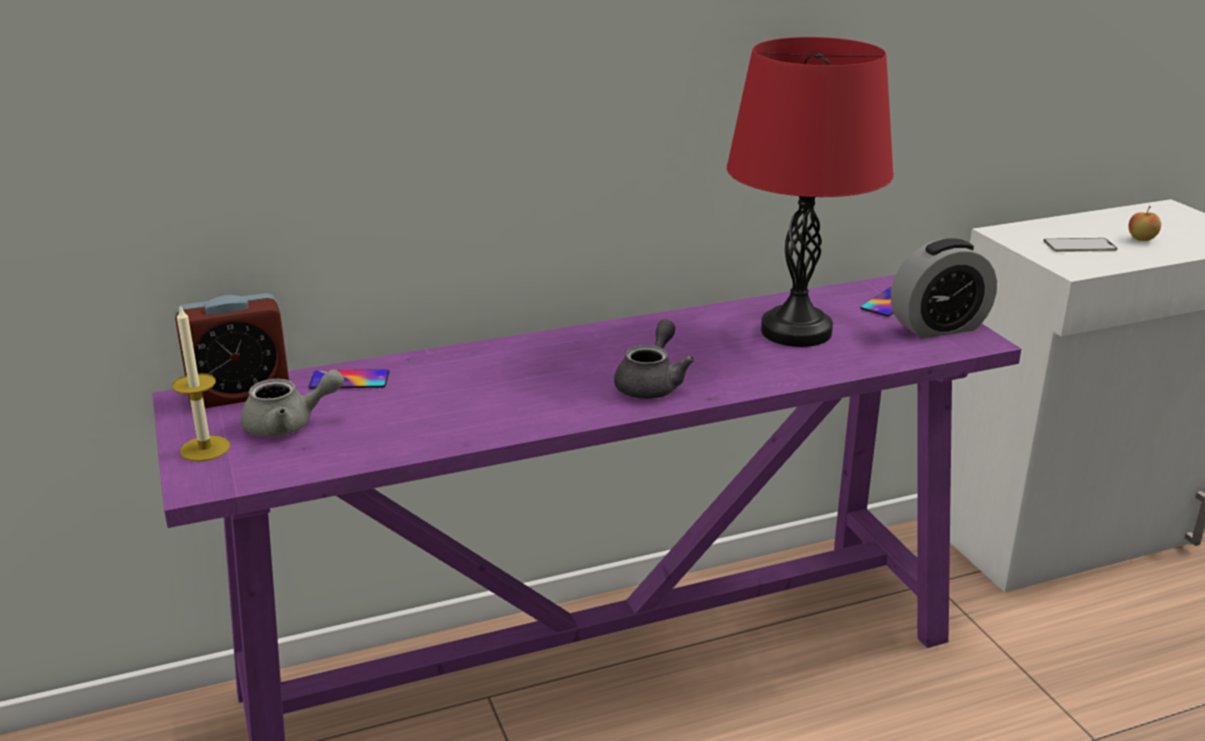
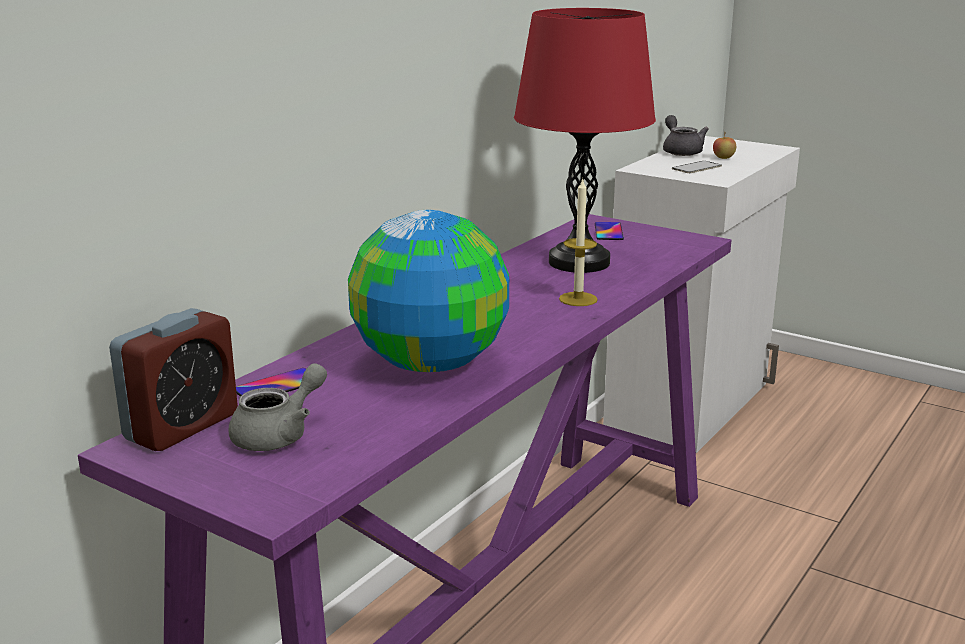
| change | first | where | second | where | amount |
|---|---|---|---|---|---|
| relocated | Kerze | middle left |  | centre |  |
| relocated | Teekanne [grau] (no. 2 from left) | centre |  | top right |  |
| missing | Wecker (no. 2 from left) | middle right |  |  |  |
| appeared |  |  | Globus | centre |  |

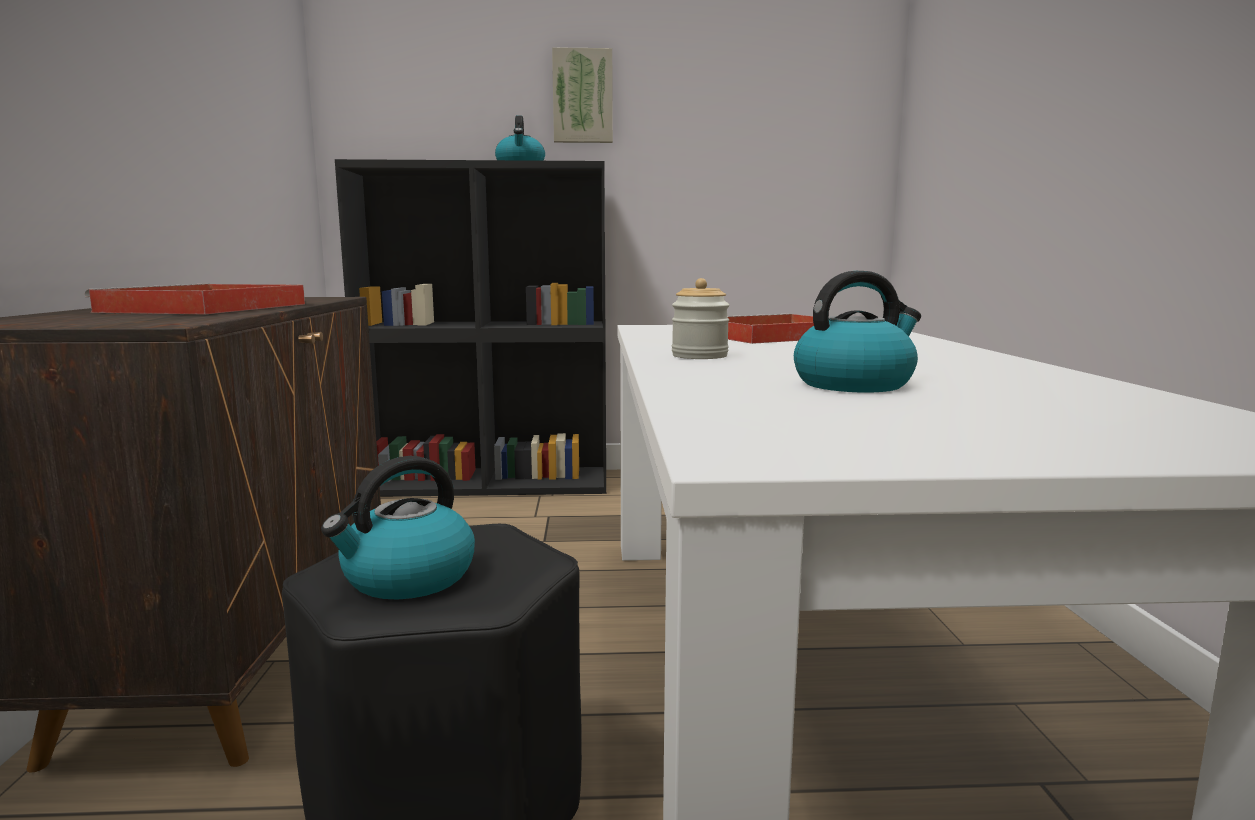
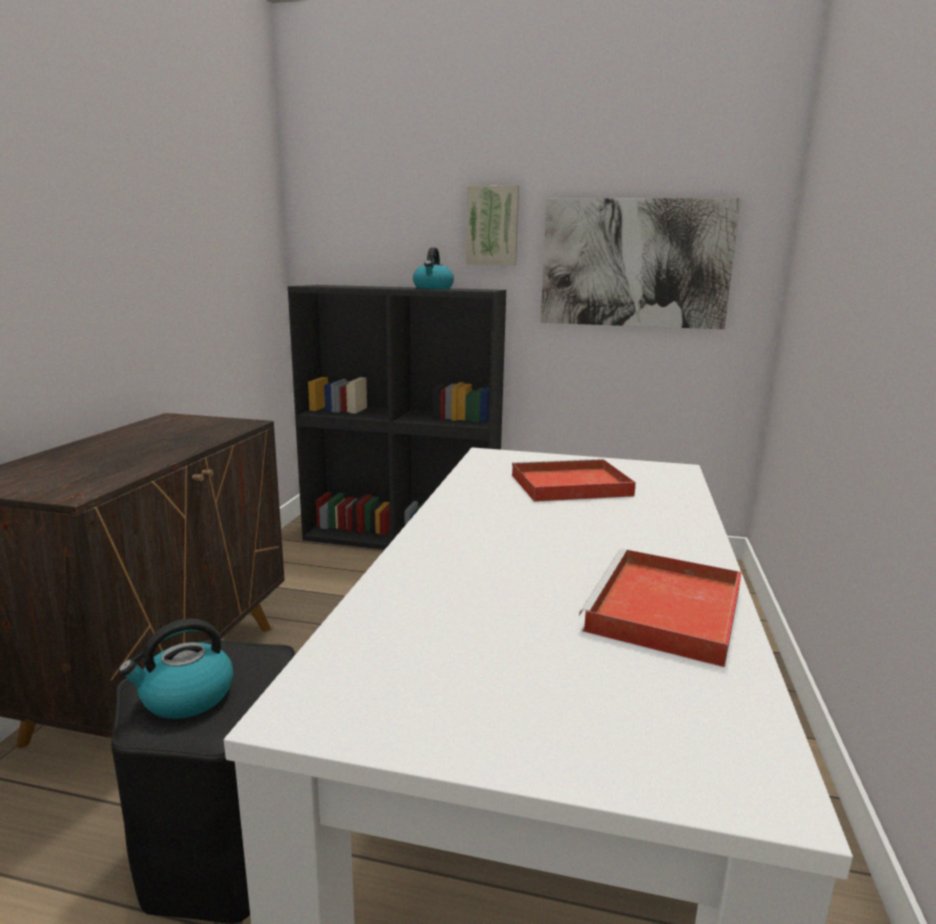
| change | first | where | second | where | amount |
|---|---|---|---|---|---|
| relocated | Tablett [rot] (no. 1 from left in the first image) | middle left | Tablett [rot] (no. 2 from left) | middle right |  |
| missing | Vorratsglas | centre |  |  |  |
| missing | Wasserkessel (no. 3 from left) | middle right |  |  |  |
| appeared |  |  | Bild (no. 2 from left) | top right |  |

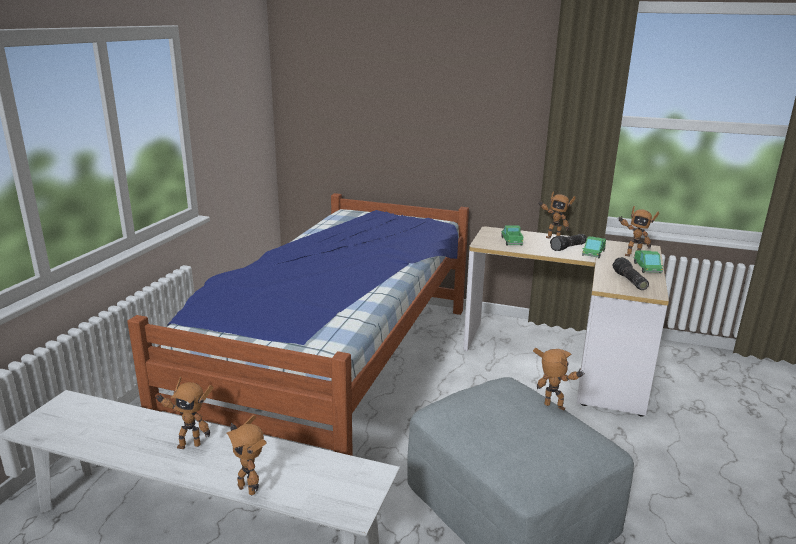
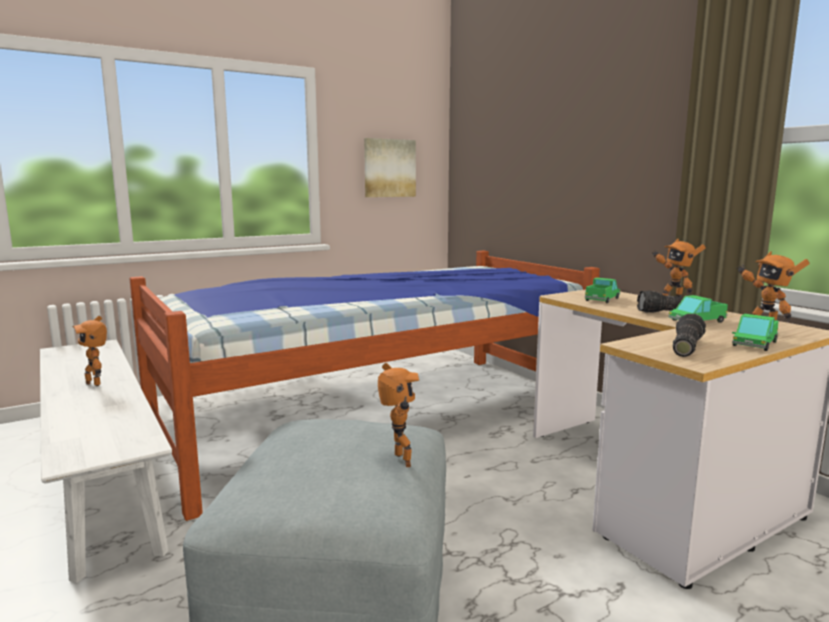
| change | first | where | second | where | amount |
|---|---|---|---|---|---|
| missing | Spielzeugroboter (no. 2 from left) | bottom left |  |  |  |
| appeared |  |  | Bild | top centre |  |

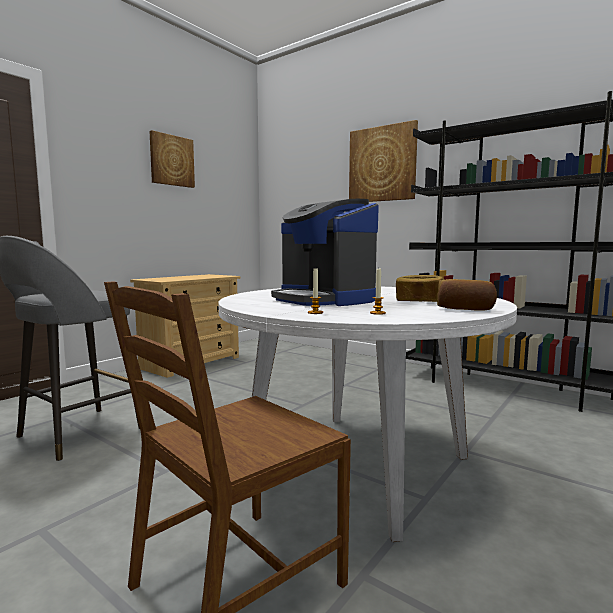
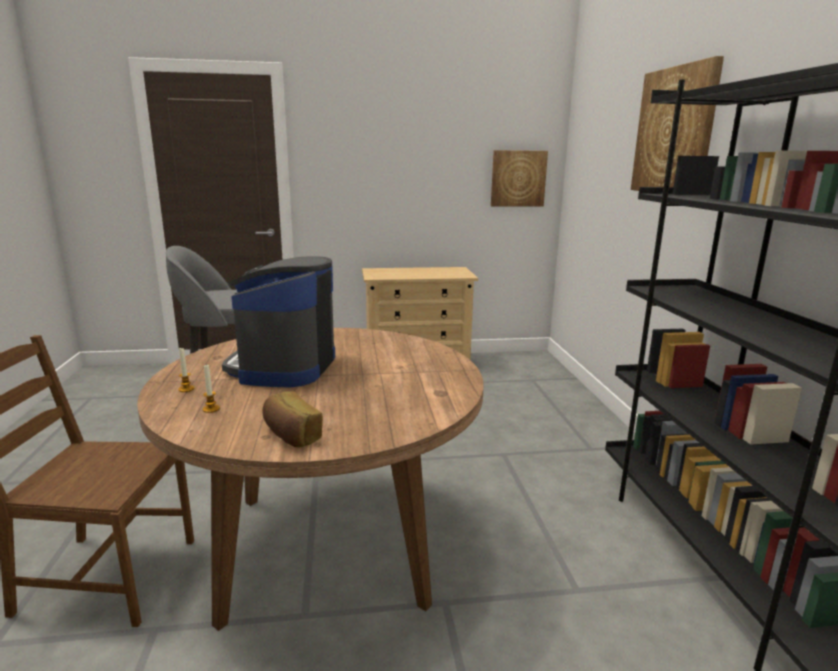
| change | first | where | second | where | amount |
|---|---|---|---|---|---|
| relocated | Bild (no. 1 from left) | top left |  | top centre |  |
| colour | Esstisch [weiß] | bottom centre | Esstisch [braun] | bottom centre |  |
| missing | Brot (no. 1 from left) | middle right |  |  |  |

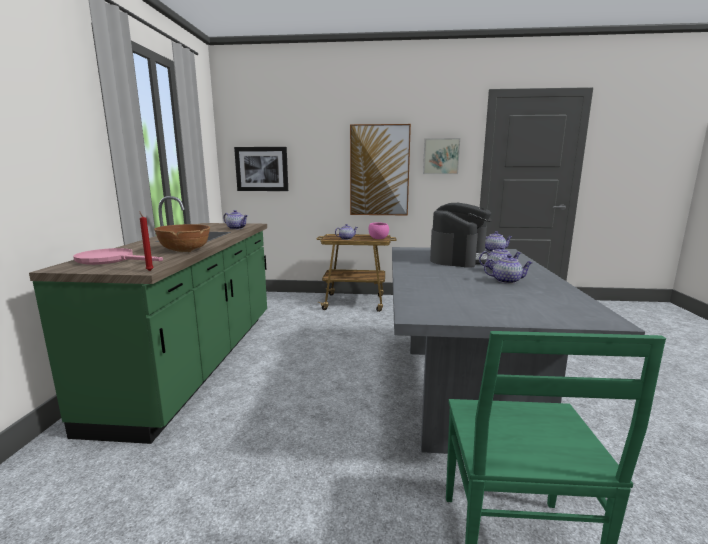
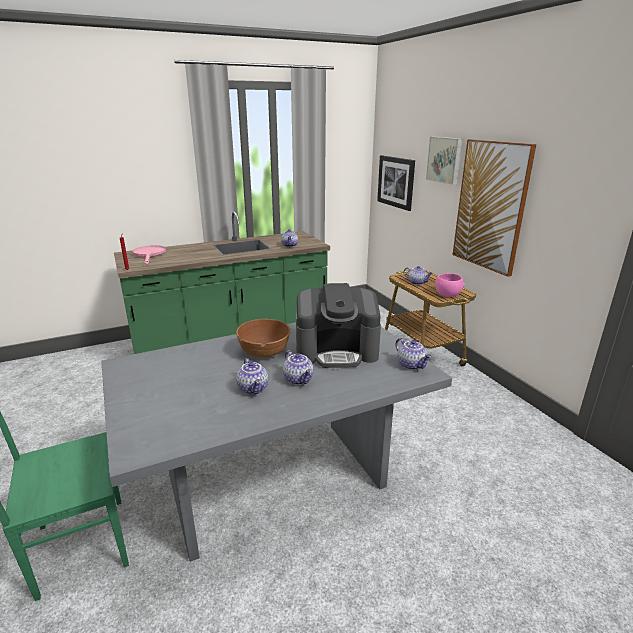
| change | first | where | second | where | amount |
|---|---|---|---|---|---|
| relocated | Schüssel [braun] | middle left |  | centre |  |
| relocated | Bild (no. 3 from left in the first image) | top centre | Bild (no. 2 from left) | top right |  |

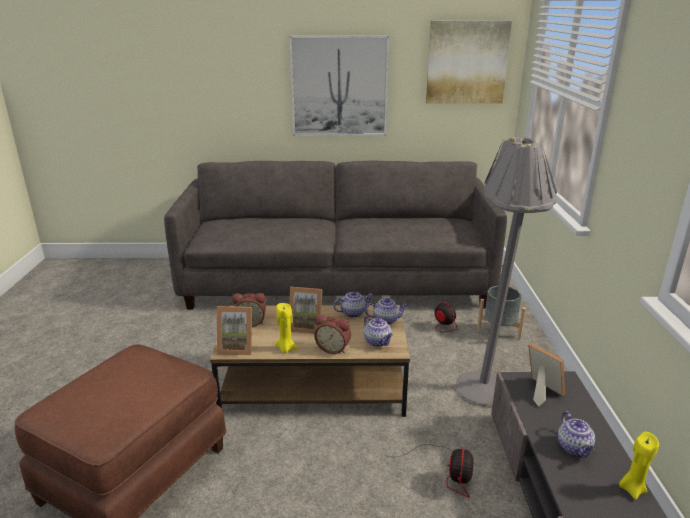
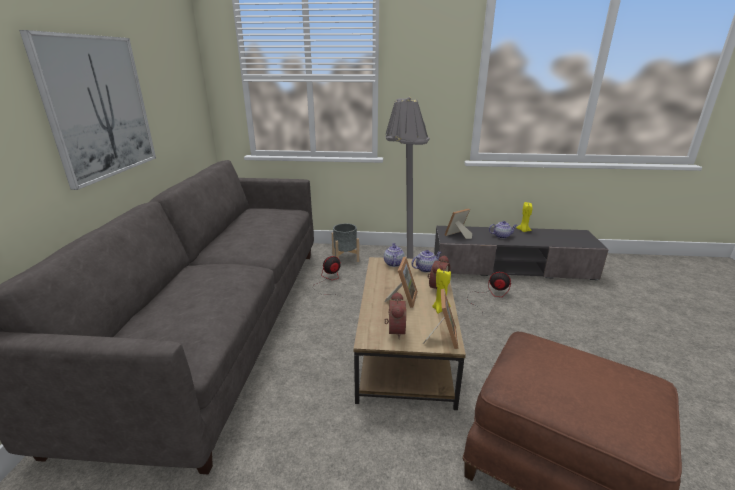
| change | first | where | second | where | amount |
|---|---|---|---|---|---|
| missing | Teekanne (no. 1 from left) | centre |  |  |  |
| missing | Bild (no. 2 from left) | top right |  |  |  |

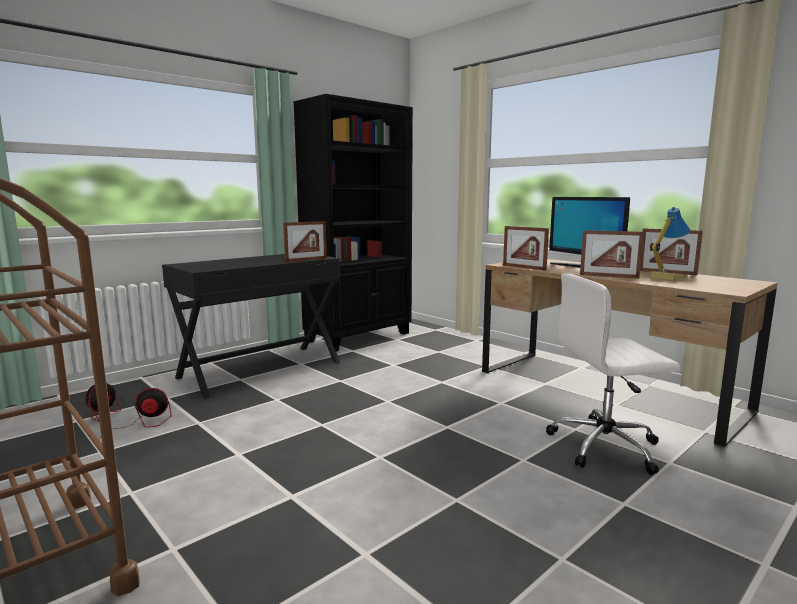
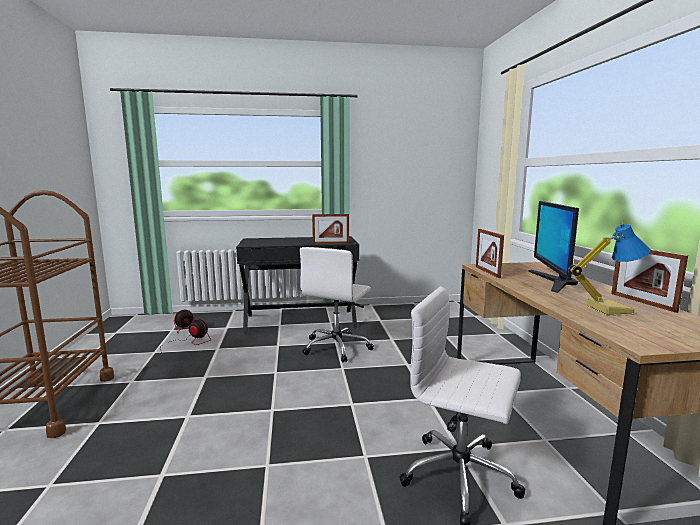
| change | first | where | second | where | amount |
|---|---|---|---|---|---|
| missing | Bücherregal [schwarz] | centre |  |  |  |
| missing | Bilderrahmen (no. 3 from left) | middle right |  |  |  |
| appeared |  |  | Bürostuhl [weiß] (no. 1 from left) | centre |  |

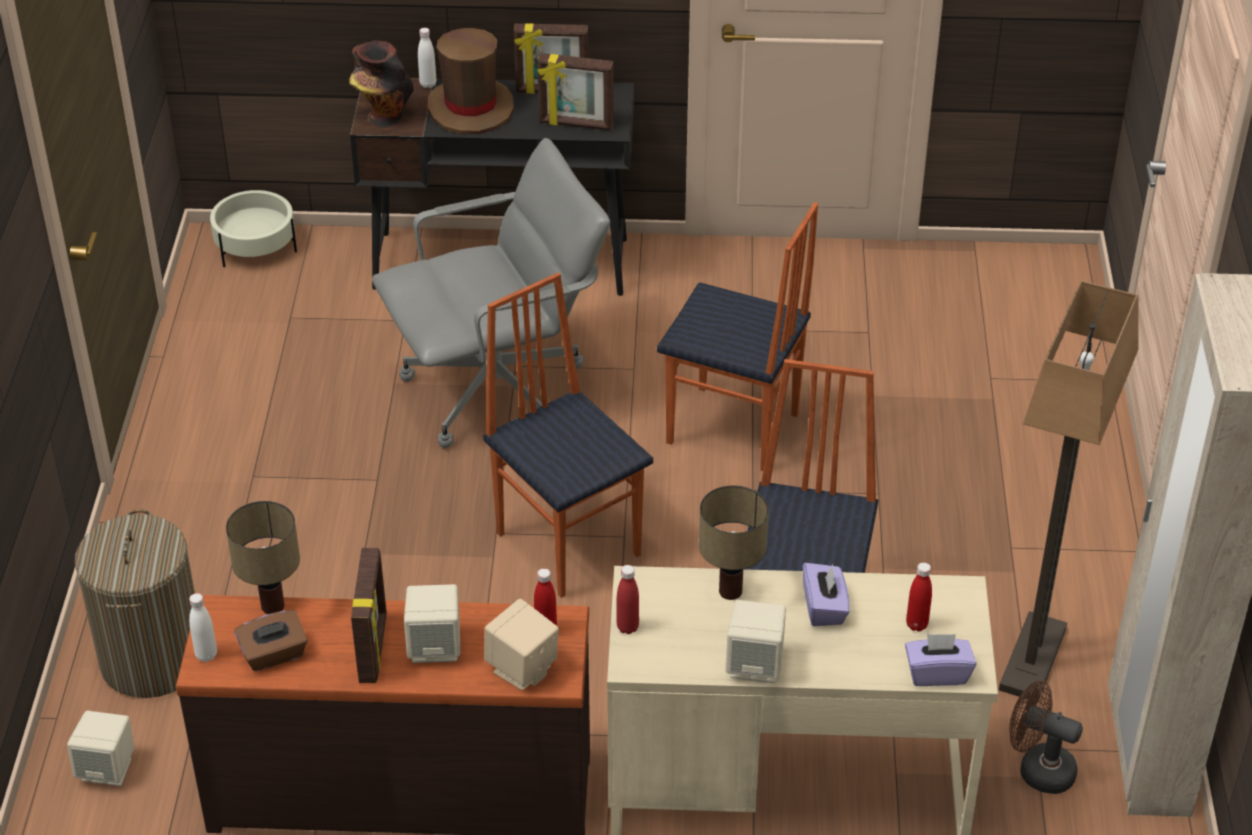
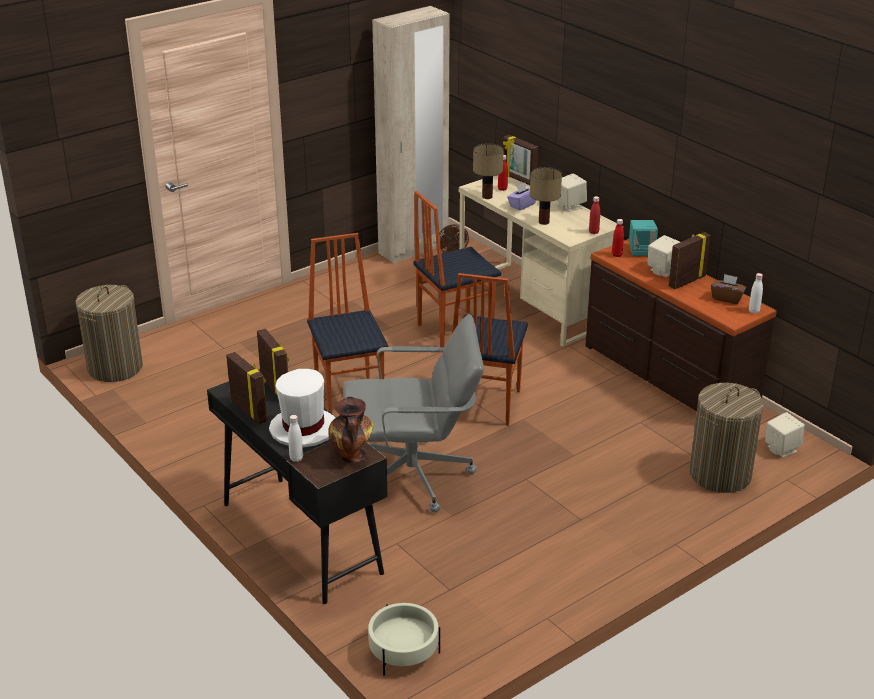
| change | first | where | second | where | amount |
|---|---|---|---|---|---|
| relocated | Tischlampe (no. 1 from left) | bottom left |  | top centre |  |
| spun | Bürostuhl [grau] | centre |  | centre | 150 degrees clockwise |
| colour | Hut [braun] | top centre | Hut [weiß] | centre |  |
| colour | Lautsprecher [beige] (no. 3 from left) | bottom centre | Lautsprecher [türkis] | middle right |  |
| exchanged | Taschentuchbox [lila] (no. 2 from left) | bottom right | Bilderrahmen (no. 3 from left) | top centre |  |
| missing | Stehlampe | middle right |  |  |  |
| appeared |  |  | Wäschekorb (no. 1 from left) | middle left |  |

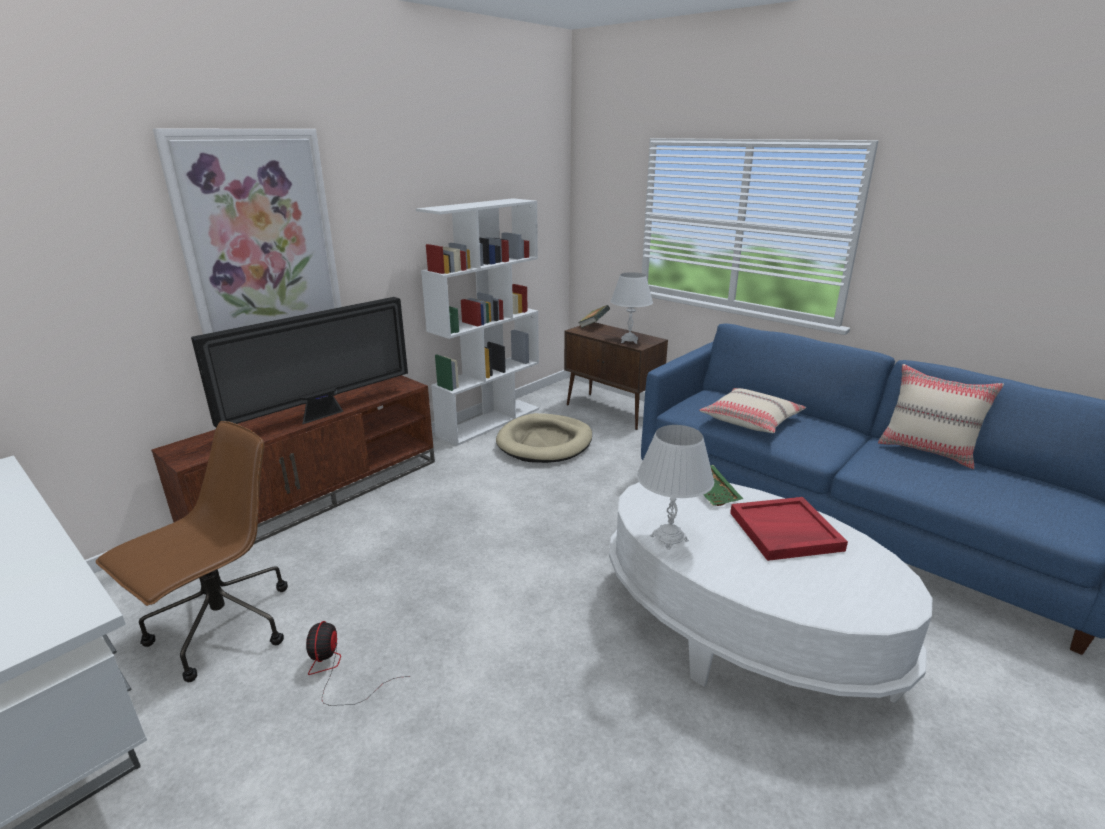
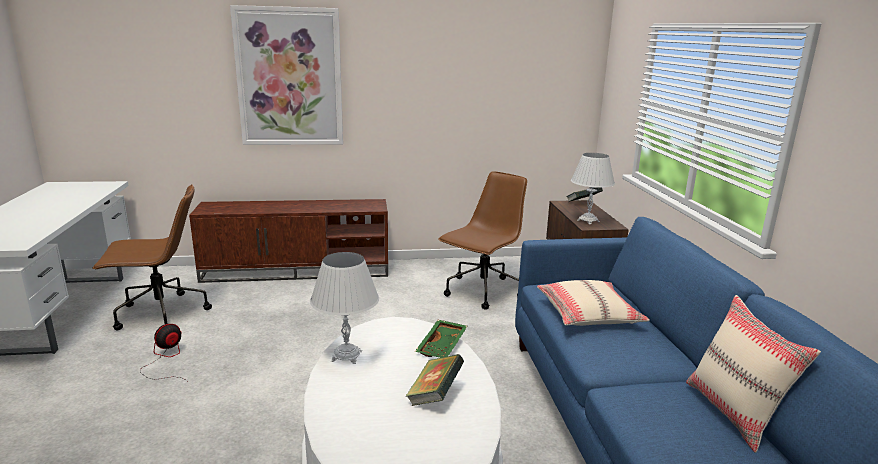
| change | first | where | second | where | amount |
|---|---|---|---|---|---|
| missing | Fernseher | middle left |  |  |  |
| missing | Bücherregal [weiß] | centre |  |  |  |
| exchanged | Hundebett [beige] | centre | Bürostuhl [braun] (no. 2 from left) | centre |  |
| exchanged | Tablett [rot] | middle right | Buch (no. 1 from left) | bottom centre |  |

